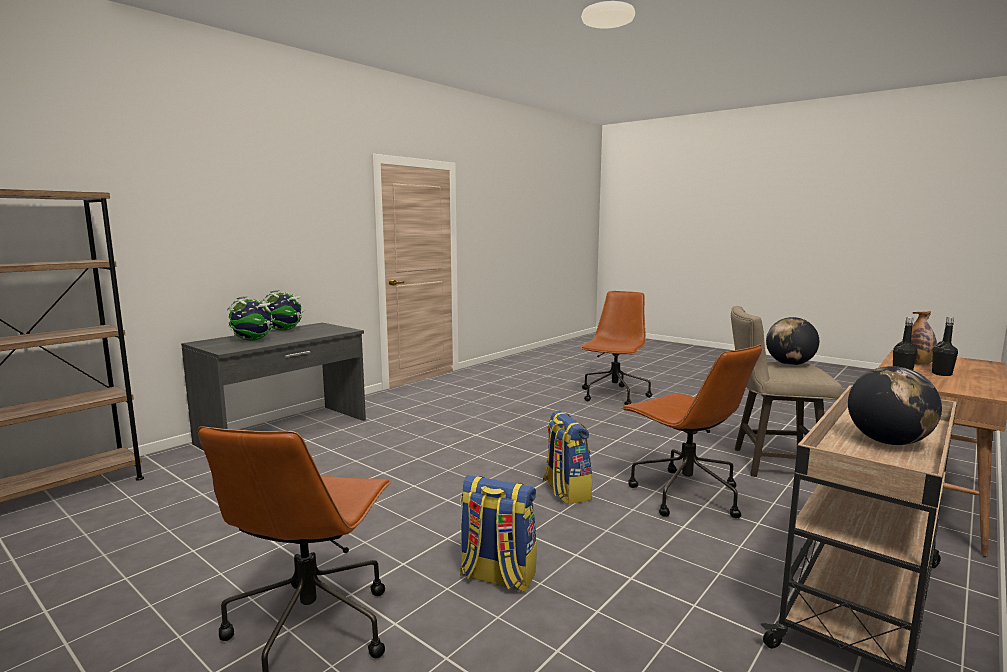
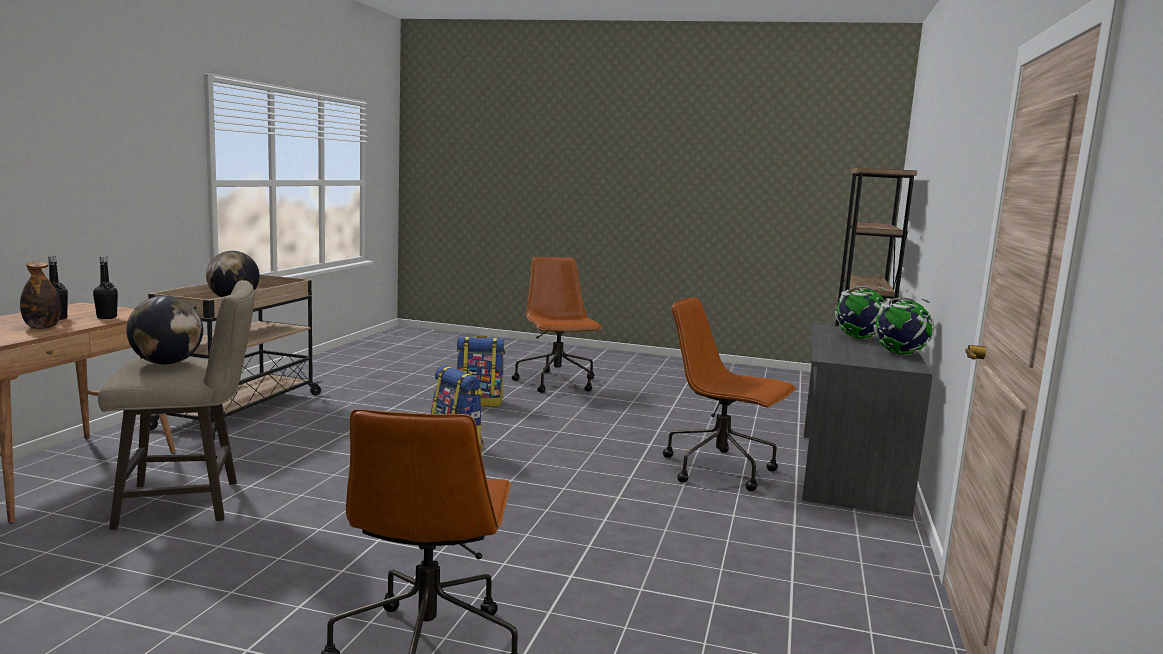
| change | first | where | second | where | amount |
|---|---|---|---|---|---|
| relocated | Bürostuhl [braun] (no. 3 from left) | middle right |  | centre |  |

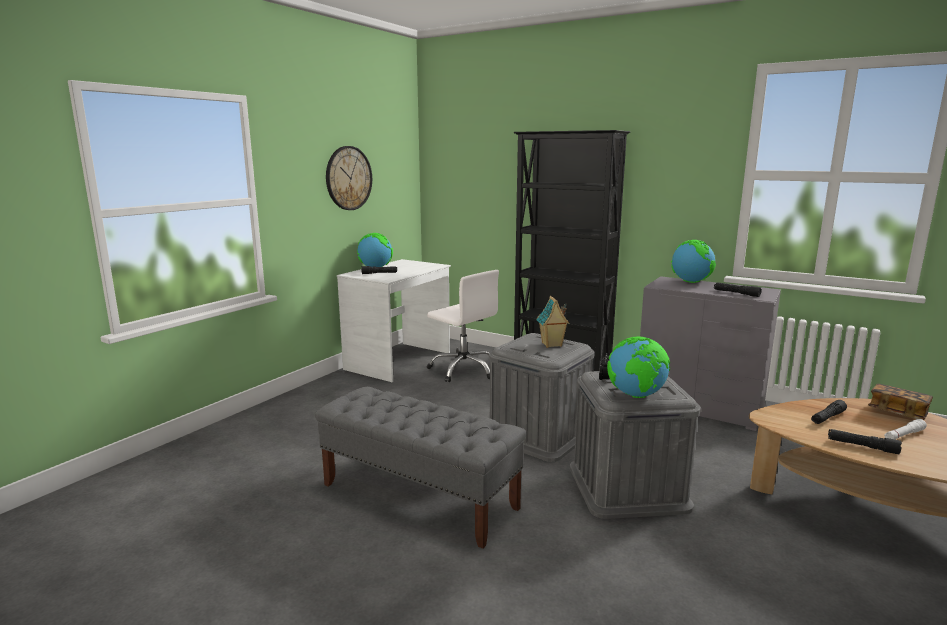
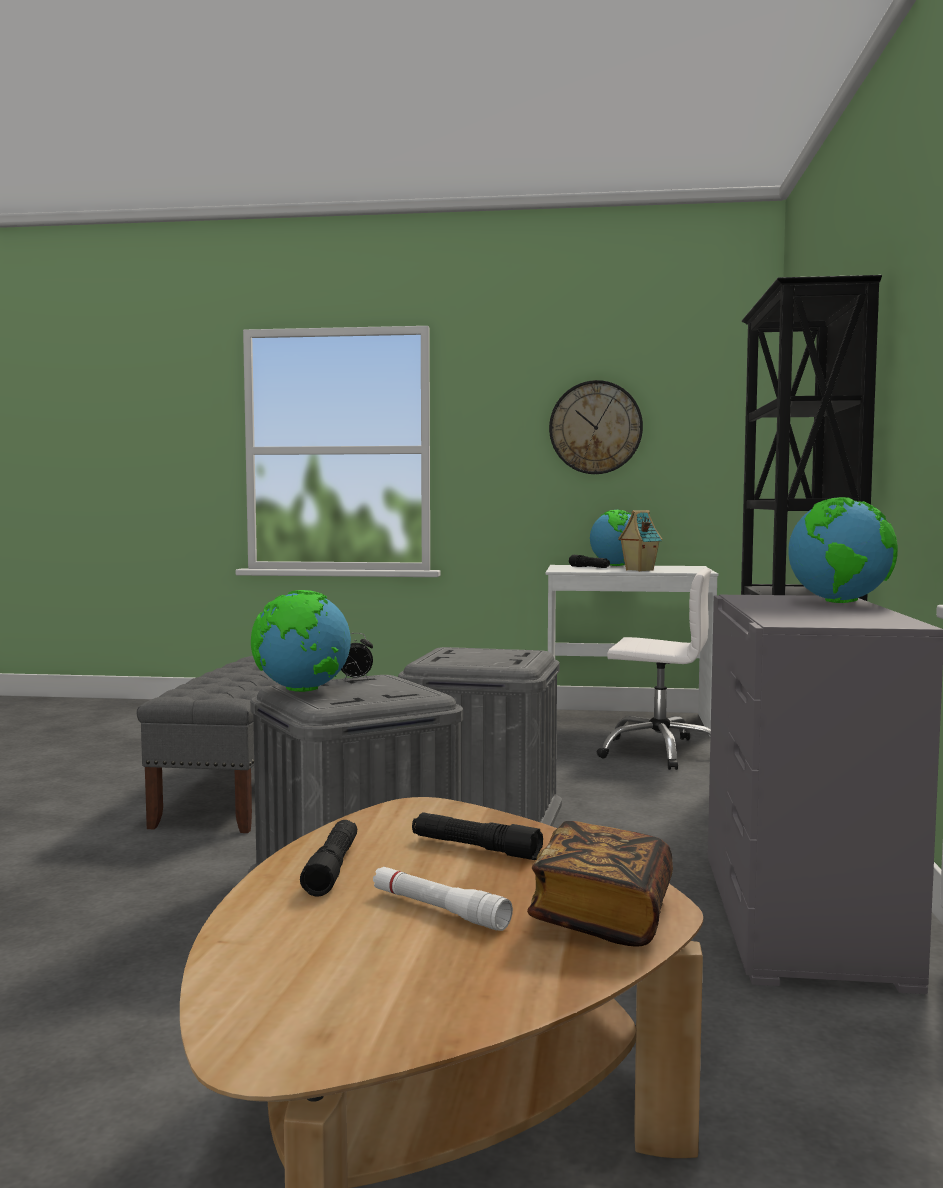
| change | first | where | second | where | amount |
|---|---|---|---|---|---|
| spun | Bürostuhl [weiß] | centre |  | middle right | 90 degrees counterclockwise |
| relocated | Spielzeughaus | centre |  | middle right |  |
| missing | Taschenlampe [schwarz] (no. 2 from left) | middle right |  |  |  |

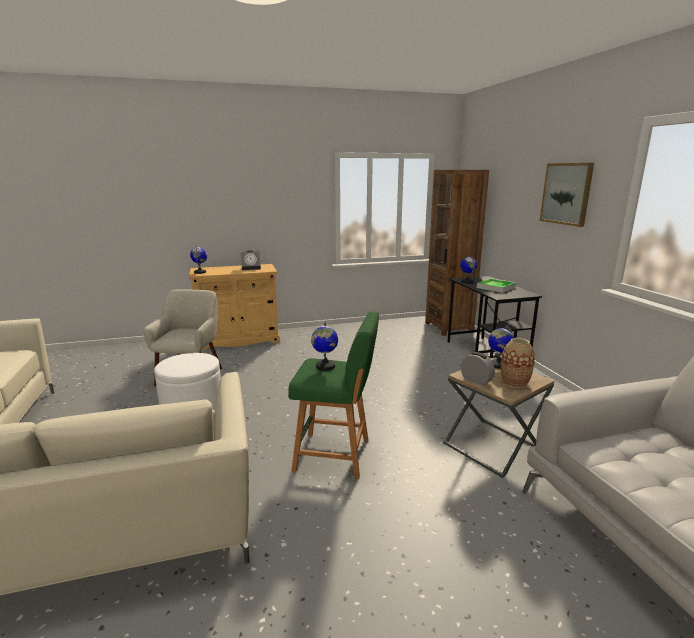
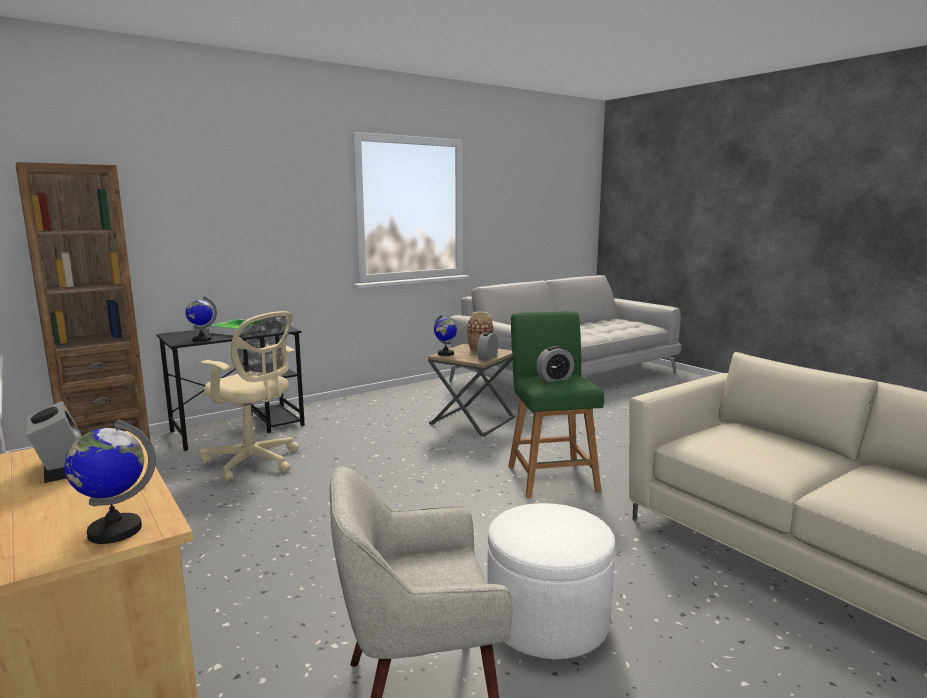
| change | first | where | second | where | amount |
|---|---|---|---|---|---|
| exchanged | Globus (no. 2 from left) | centre | Wecker (no. 3 from left) | centre |  |
| missing | Bild | top right |  |  |  |
| appeared |  |  | Bürostuhl [beige] | middle left |  |

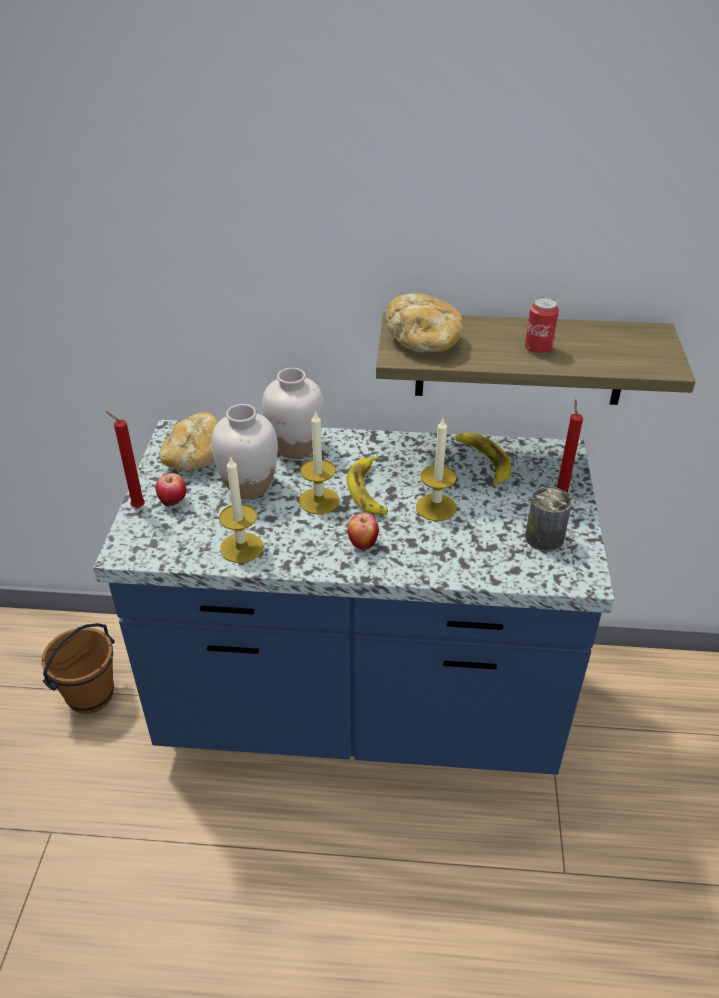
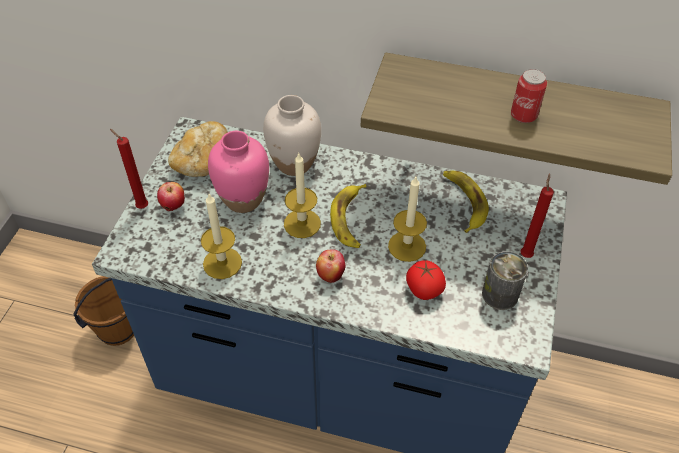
| change | first | where | second | where | amount |
|---|---|---|---|---|---|
| colour | Vase [weiß] (no. 1 from left) | centre | Vase [rosa] | centre |  |
| missing | Brot (no. 2 from left) | top centre |  |  |  |
| appeared |  |  | Tomate | centre |  |

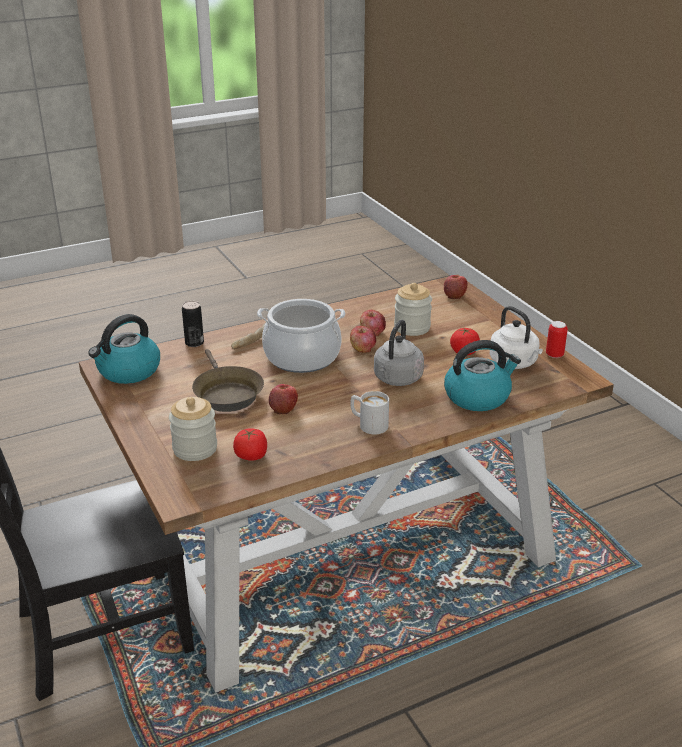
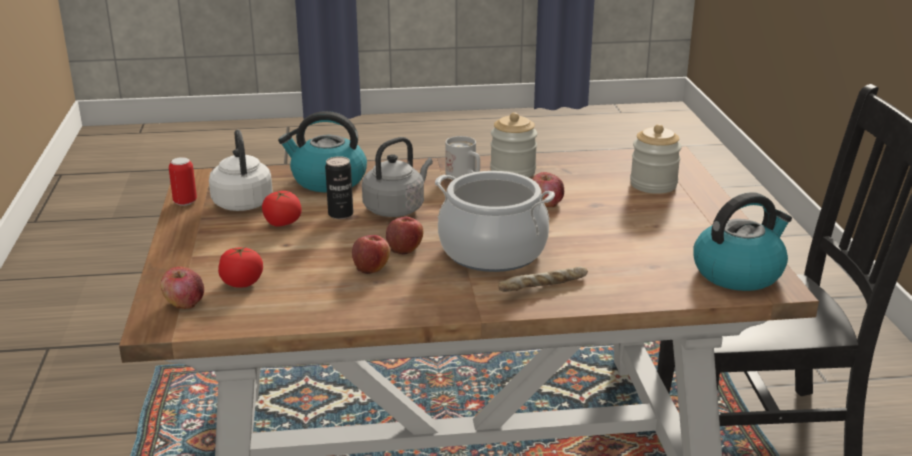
| change | first | where | second | where | amount |
|---|---|---|---|---|---|
| relocated | Dose (no. 1 from left in the first image) | middle left | Dose (no. 2 from left) | centre |  |
| missing | Pfanne [braun] | centre |  |  |  |
| relocated | Tomate (no. 1 from left) | centre |  | middle left |  |
| relocated | Vorratsglas (no. 2 from left in the first image) | centre | Vorratsglas (no. 1 from left) | top centre |  |

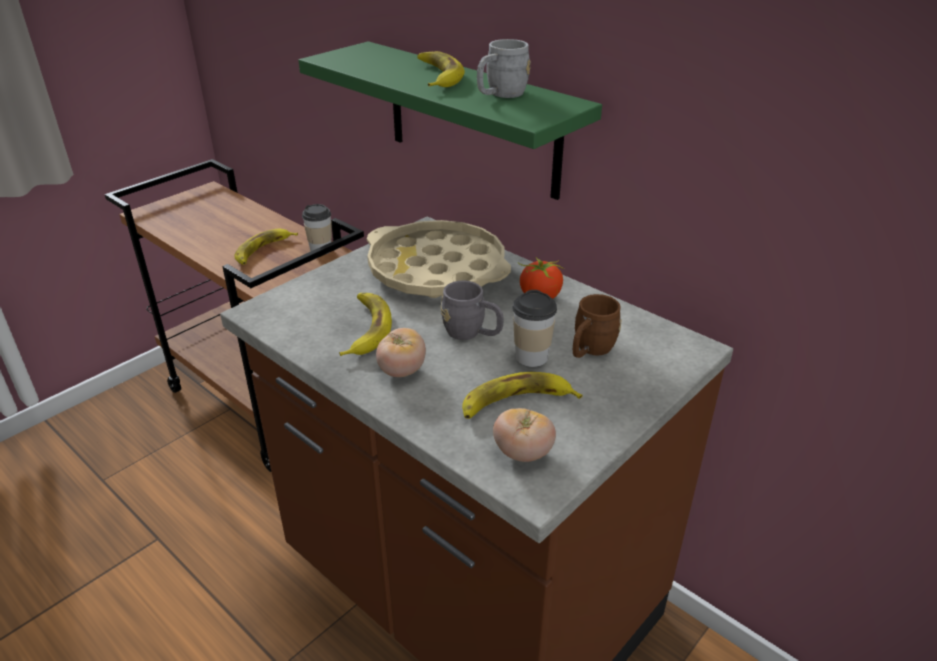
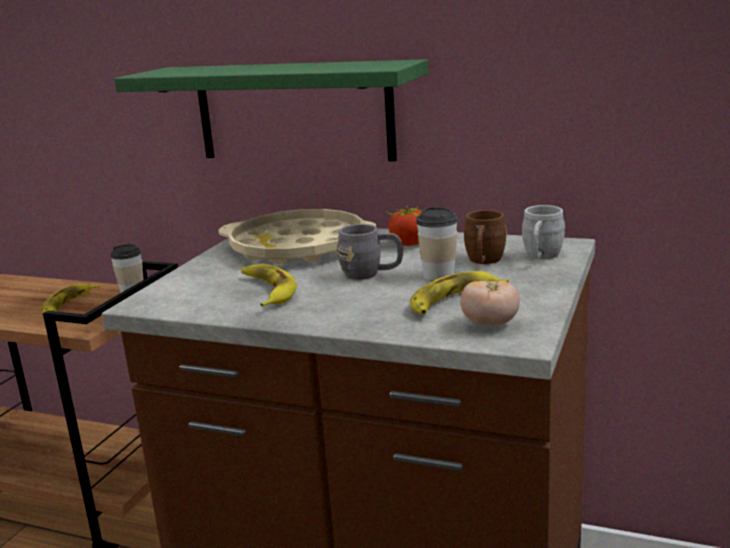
| change | first | where | second | where | amount |
|---|---|---|---|---|---|
| missing | Tomate (no. 1 from left) | centre |  |  |  |
| missing | Banane (no. 3 from left) | top centre |  |  |  |
| relocated | Henkelbecher [grau] (no. 2 from left) | top centre |  | middle right |  |

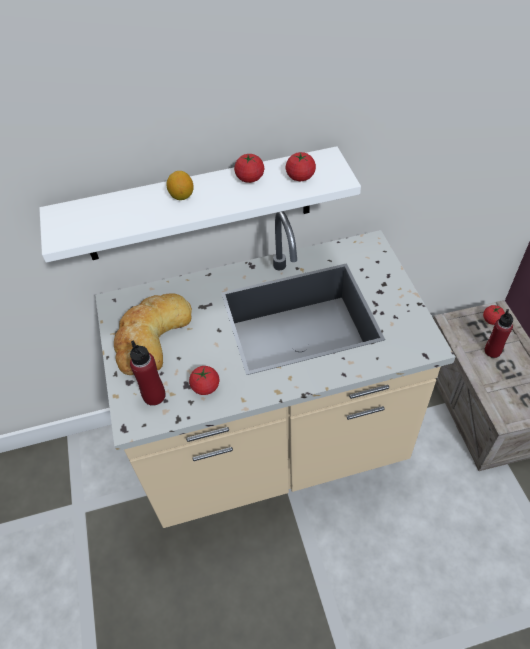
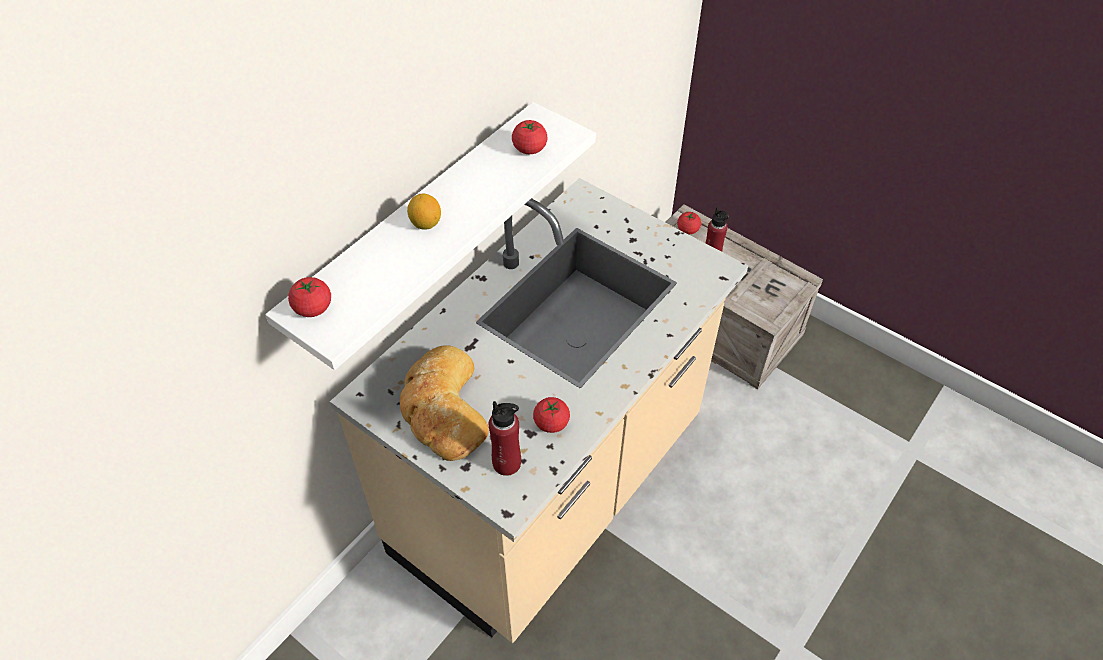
| change | first | where | second | where | amount |
|---|---|---|---|---|---|
| relocated | Tomate (no. 2 from left in the first image) | top centre | Tomate (no. 1 from left) | middle left |  |

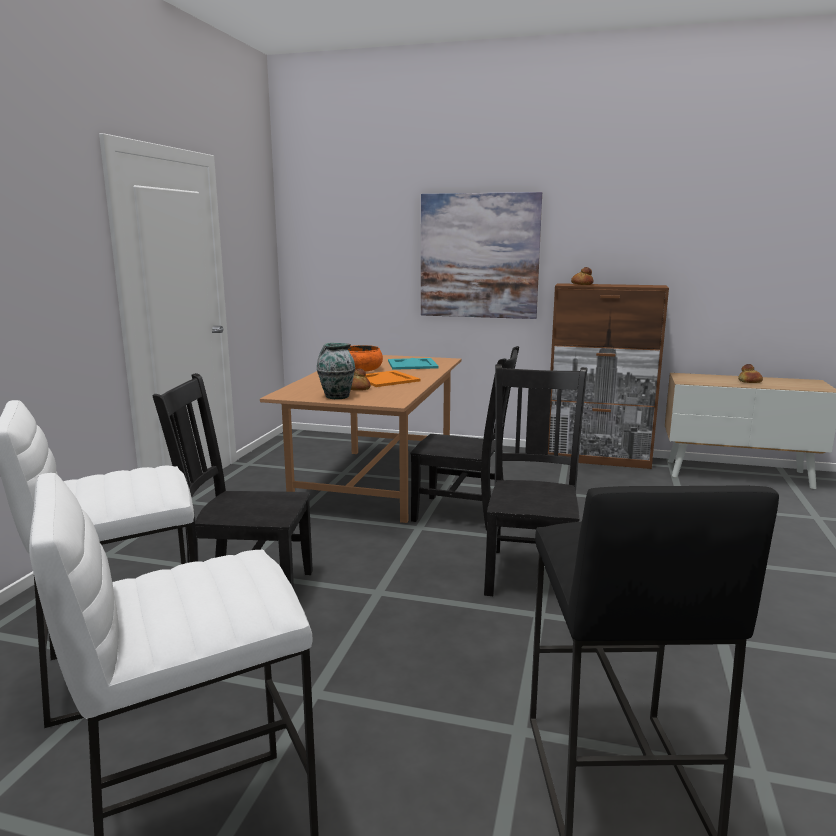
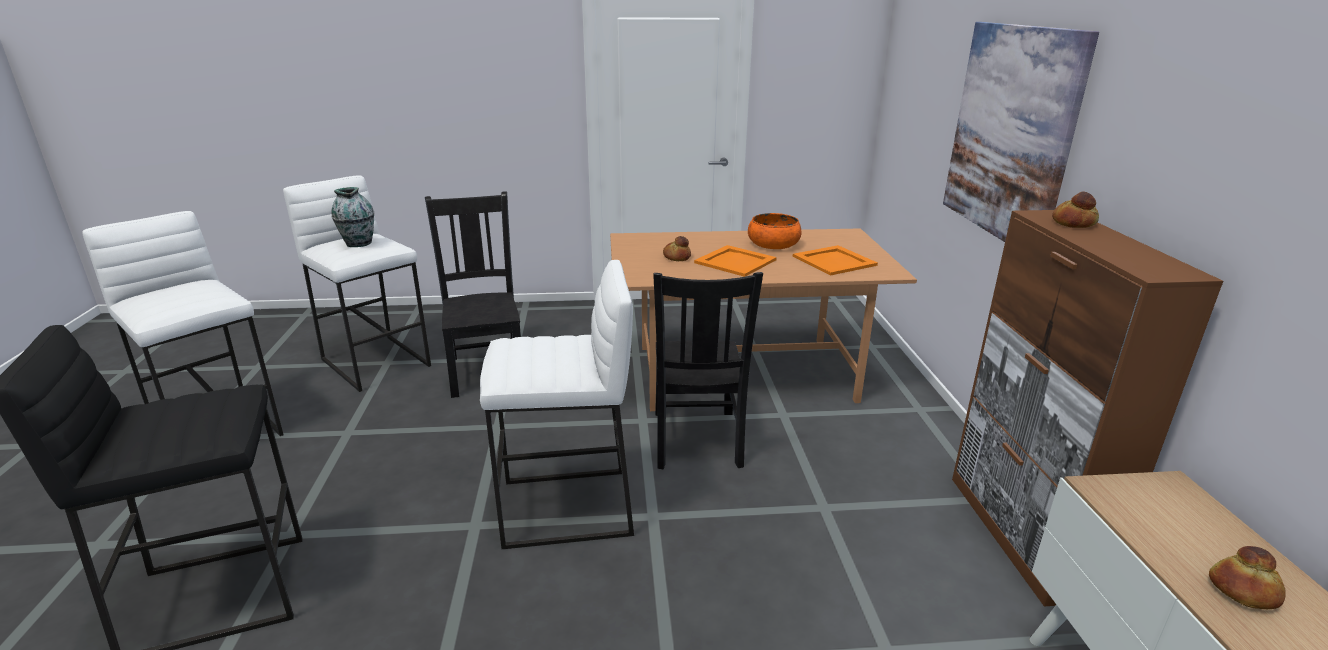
| change | first | where | second | where | amount |
|---|---|---|---|---|---|
| relocated | Vase | centre |  | middle left |  |
| colour | Tablett [türkis] | centre | Tablett [orange] (no. 2 from left) | centre |  |
| exchanged | Stuhl [schwarz] (no. 3 from left) | centre | Hocker [weiß] (no. 3 from left) | centre |  |

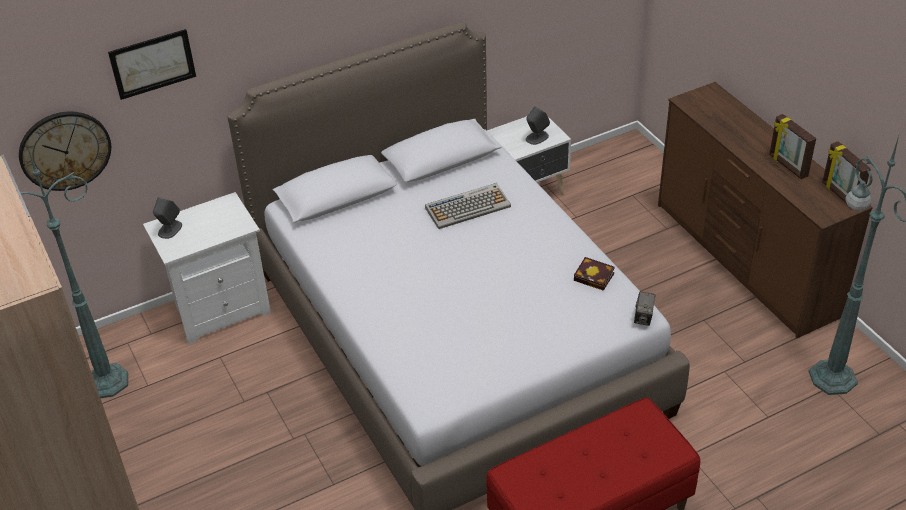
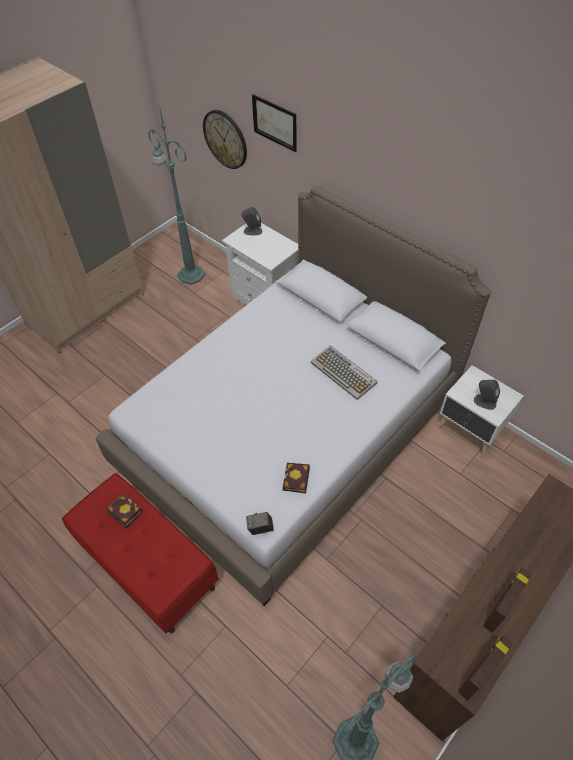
| change | first | where | second | where | amount |
|---|---|---|---|---|---|
| appeared |  |  | Buch (no. 1 from left) | bottom left |  |

